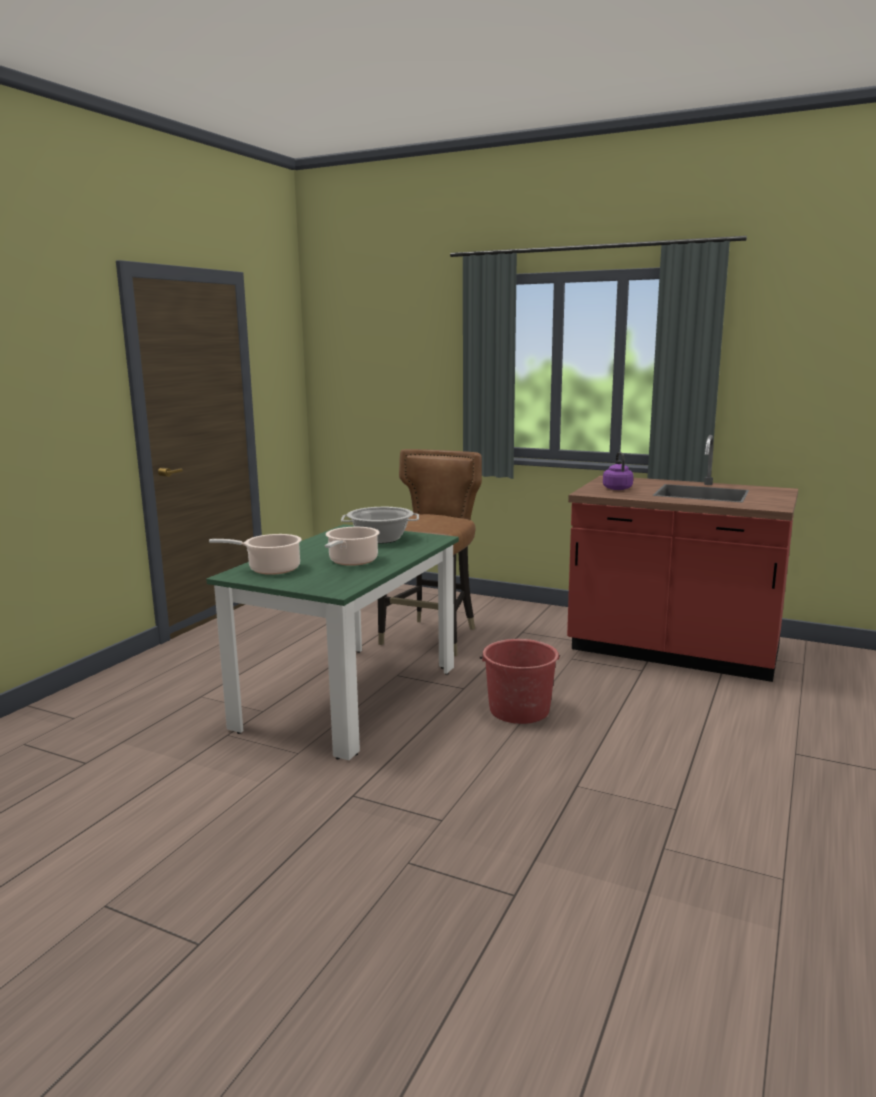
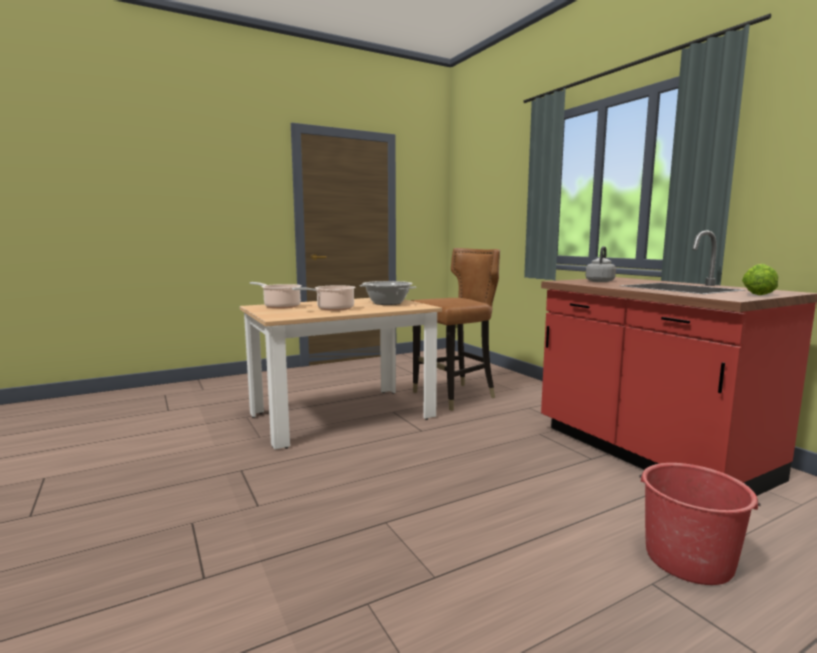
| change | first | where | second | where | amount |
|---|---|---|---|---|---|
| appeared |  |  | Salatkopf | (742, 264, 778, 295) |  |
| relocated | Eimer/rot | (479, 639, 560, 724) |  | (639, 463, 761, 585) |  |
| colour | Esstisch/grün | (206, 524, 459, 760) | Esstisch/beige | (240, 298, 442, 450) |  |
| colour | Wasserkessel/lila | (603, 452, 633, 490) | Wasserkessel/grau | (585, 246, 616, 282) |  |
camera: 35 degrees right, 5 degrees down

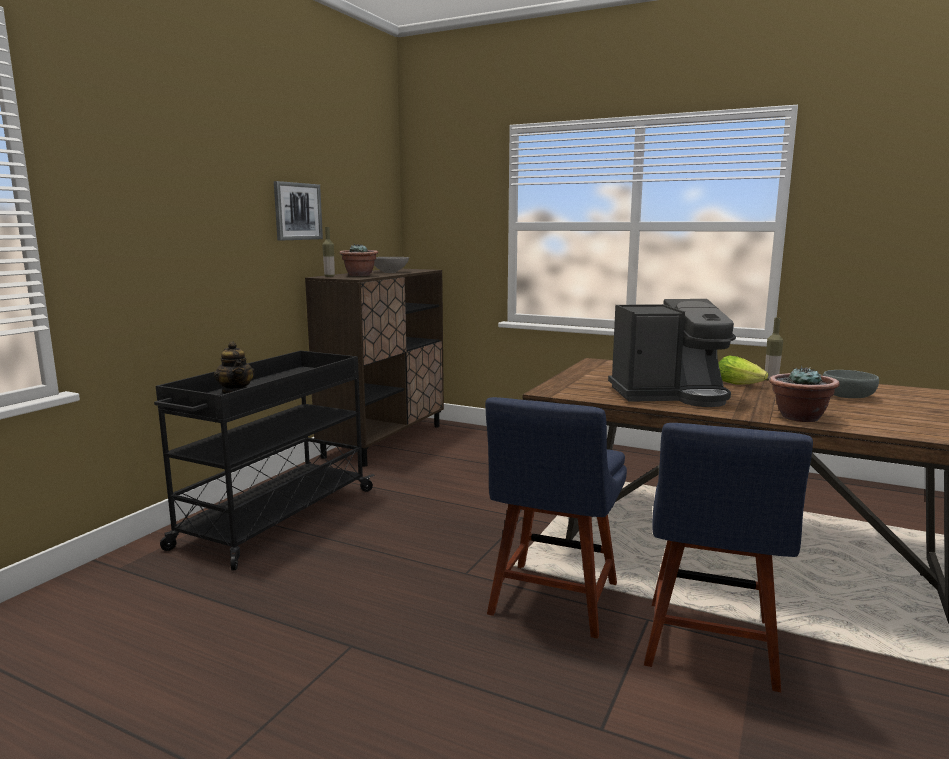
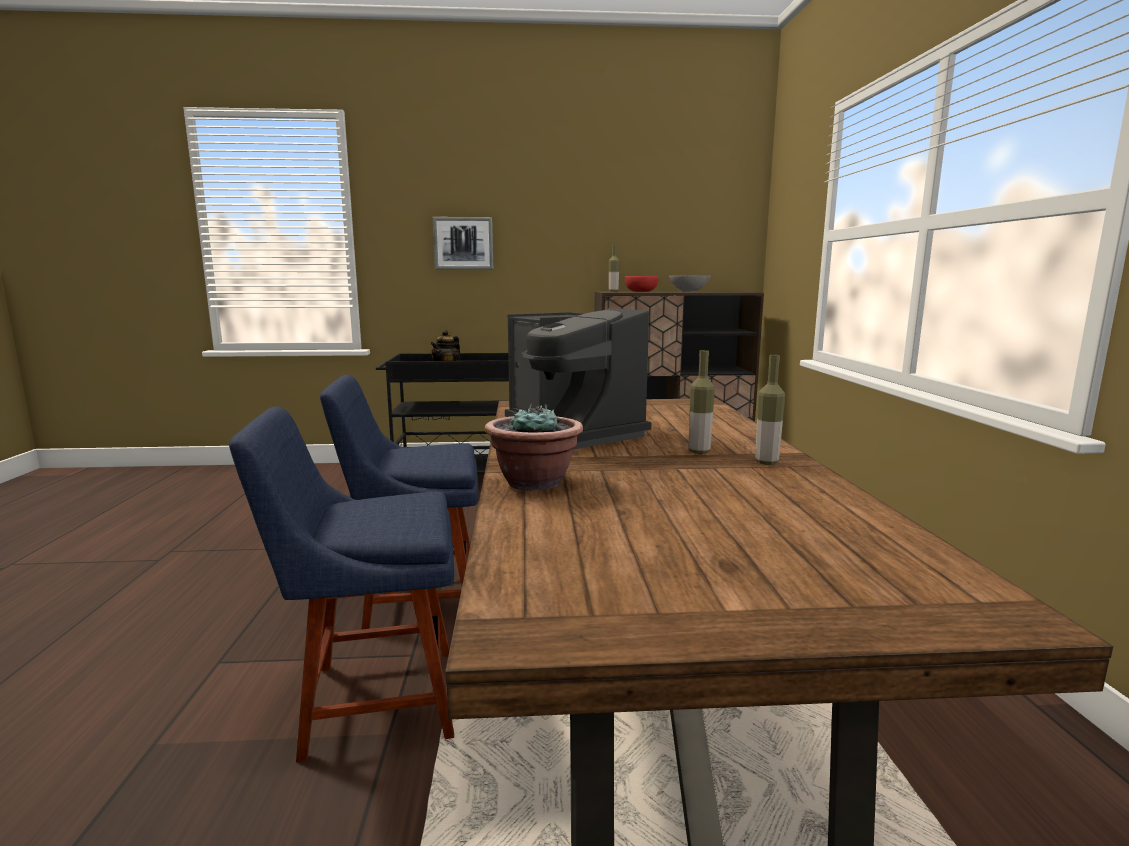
| change | first | where | second | where | amount |
|---|---|---|---|---|---|
| missing | Schüssel/grau | (823, 370, 879, 398) |  |  |  |
| relocated | Bild | (274, 181, 323, 240) |  | (433, 217, 493, 270) |  |
| exchanged | Topfpflanze | (339, 244, 378, 276) | Schüssel/rot | (625, 276, 658, 292) |  |
| exchanged | Salatkopf | (718, 356, 768, 385) | Flasche | (689, 350, 715, 454) |  |
camera: 60 degrees right, 0 degrees up

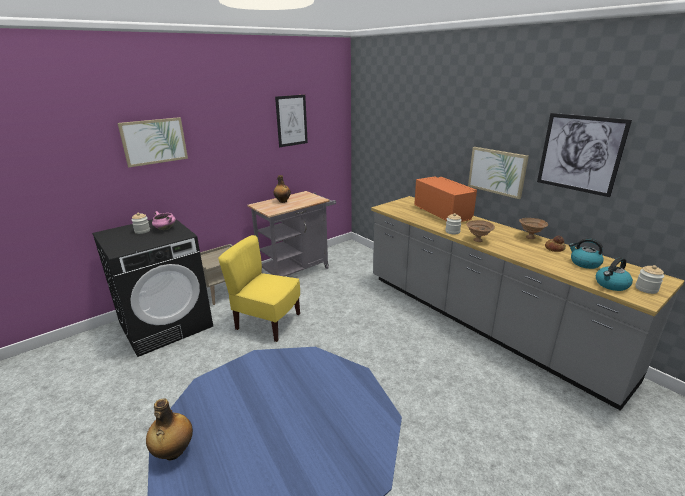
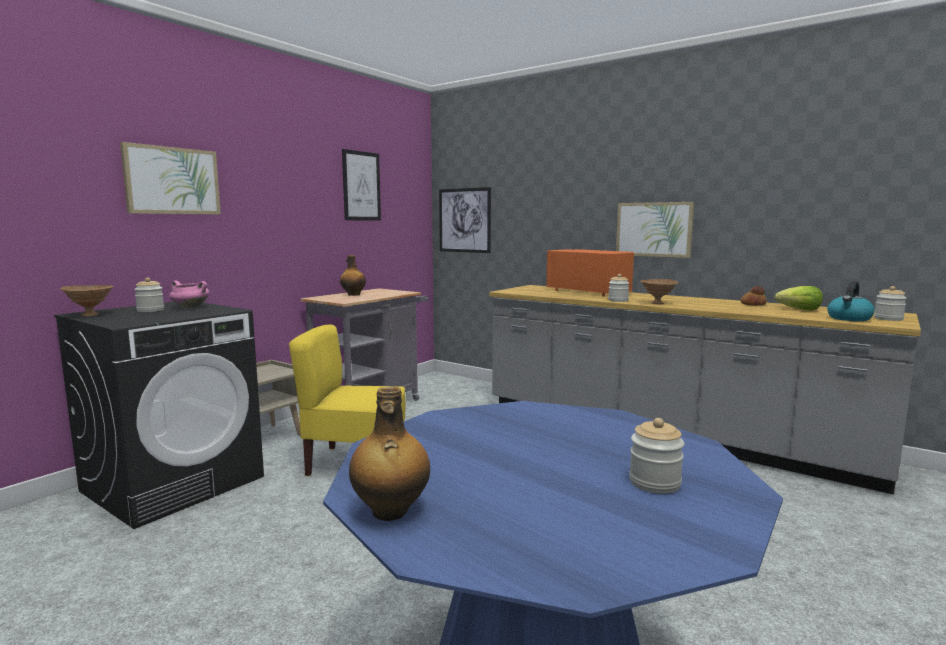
| change | first | where | second | where | amount |
|---|---|---|---|---|---|
| appeared |  |  | Vorratsglas | (629, 418, 684, 494) |  |
| relocated | Schüssel/braun | (519, 218, 548, 239) |  | (60, 285, 114, 317) |  |
| relocated | Bild | (537, 113, 632, 197) |  | (439, 187, 491, 253) |  |
| exchanged | Wasserkessel | (569, 238, 604, 269) | Salatkopf | (775, 286, 823, 311) |  |
camera: 15 degrees left, 15 degrees down

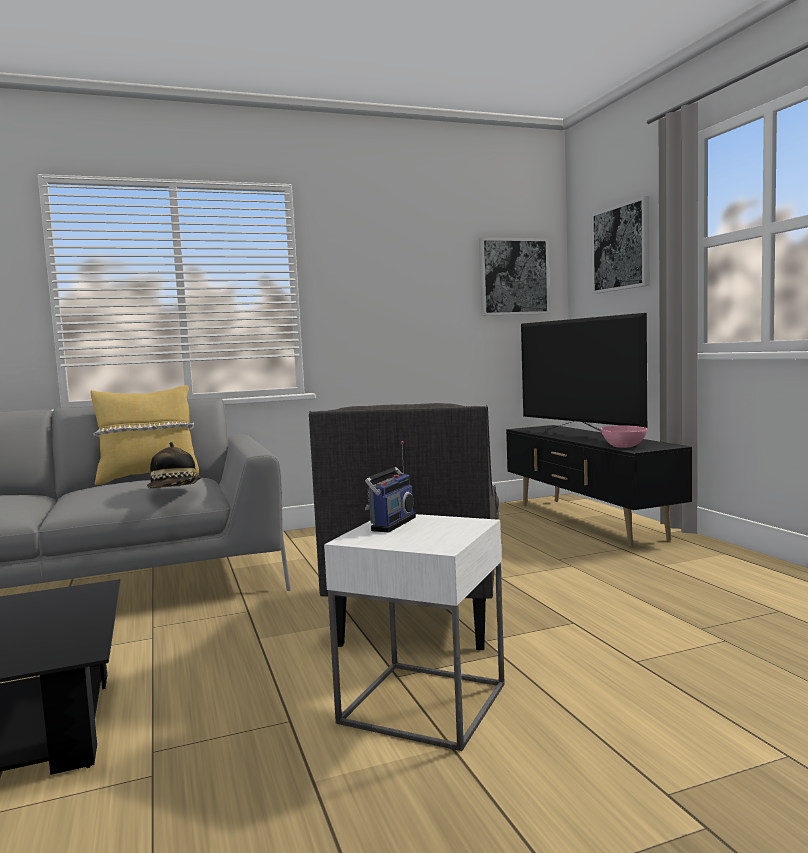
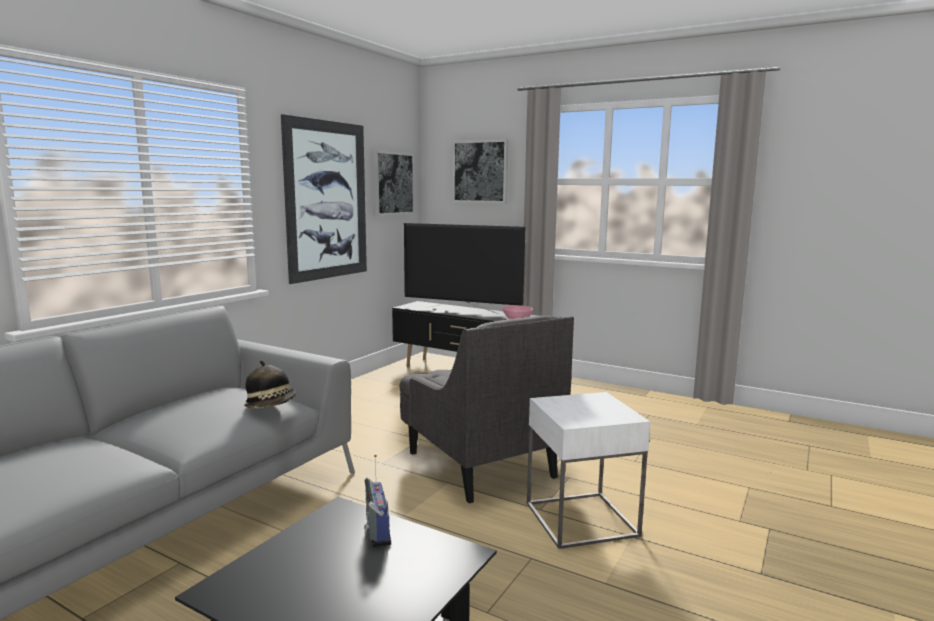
| change | first | where | second | where | amount |
|---|---|---|---|---|---|
| missing | Kissen/gelb | (90, 385, 199, 485) |  |  |  |
| appeared |  |  | Bild | (281, 114, 367, 284) |  |
| relocated | Radio | (365, 441, 416, 533) |  | (364, 455, 391, 547) |  |
camera: 40 degrees left, 5 degrees up

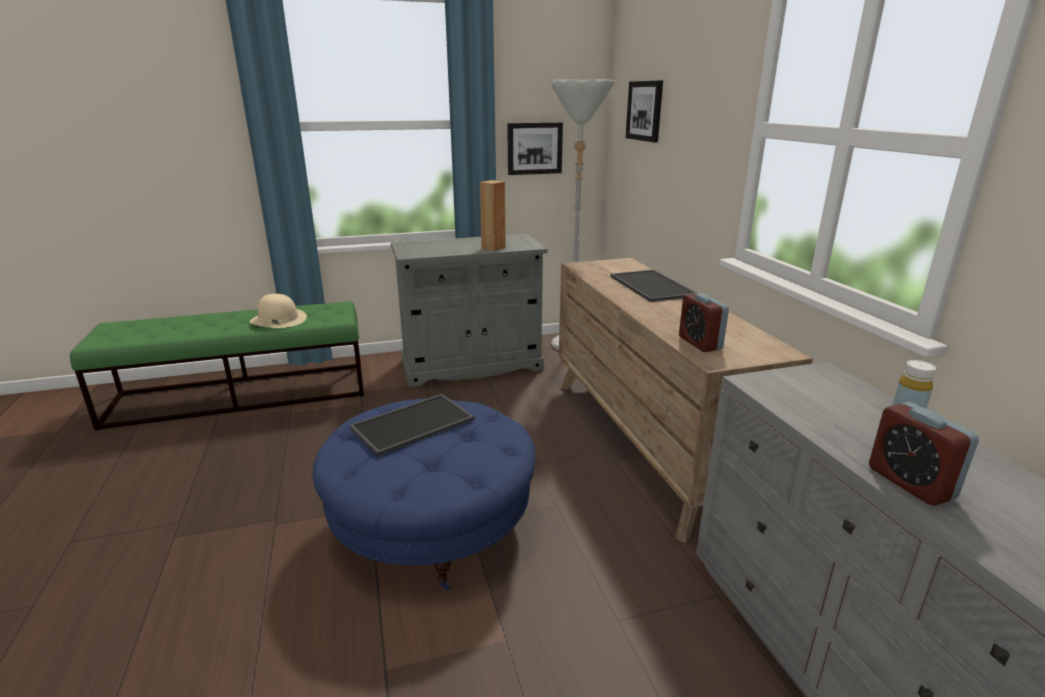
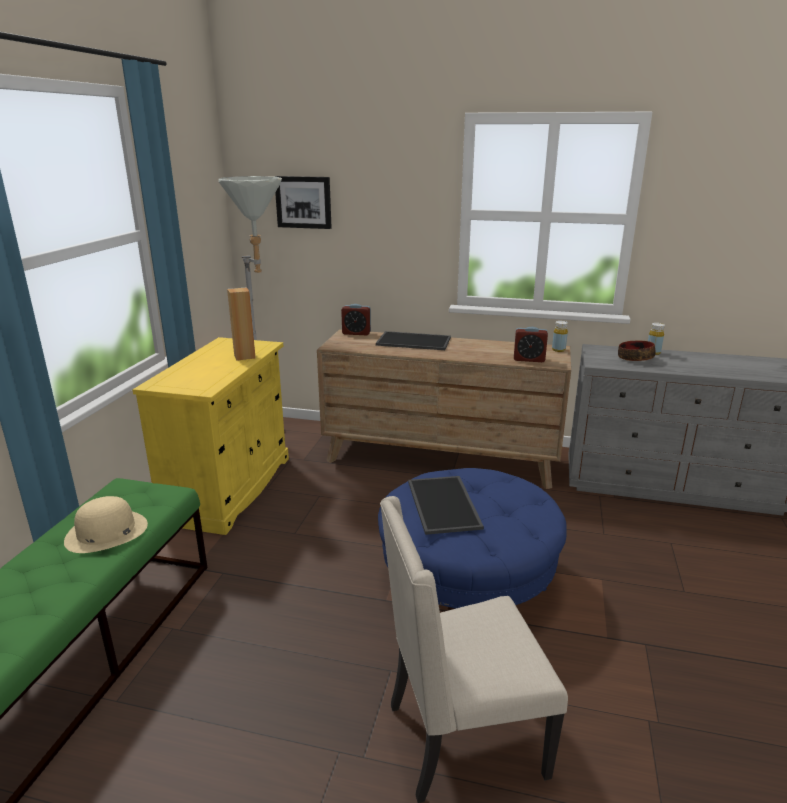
| change | first | where | second | where | amount |
|---|---|---|---|---|---|
| missing | Bild | (507, 122, 563, 175) |  |  |  |
| appeared |  |  | Stuhl/beige | (380, 496, 568, 803) |  |
| appeared |  |  | Flasche/gelb | (552, 321, 568, 352) |  |
| appeared |  |  | Schüssel | (618, 340, 656, 361) |  |
| relocated | Wecker | (869, 402, 979, 506) |  | (341, 304, 371, 335) |  |
| colour | Schrank/grau | (391, 234, 548, 387) | Schrank/gelb | (133, 337, 289, 535) |  |
camera: 60 degrees left, 0 degrees up

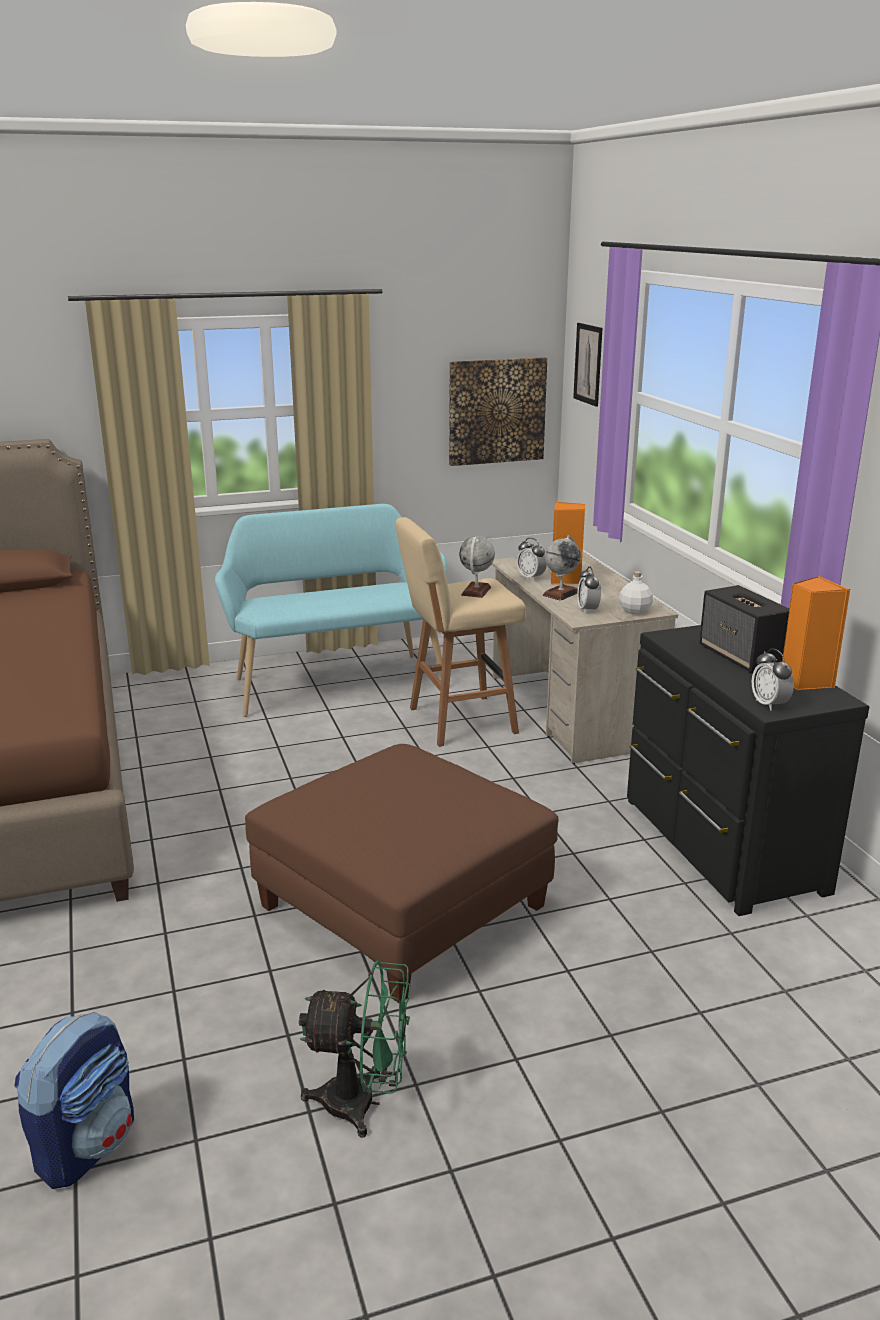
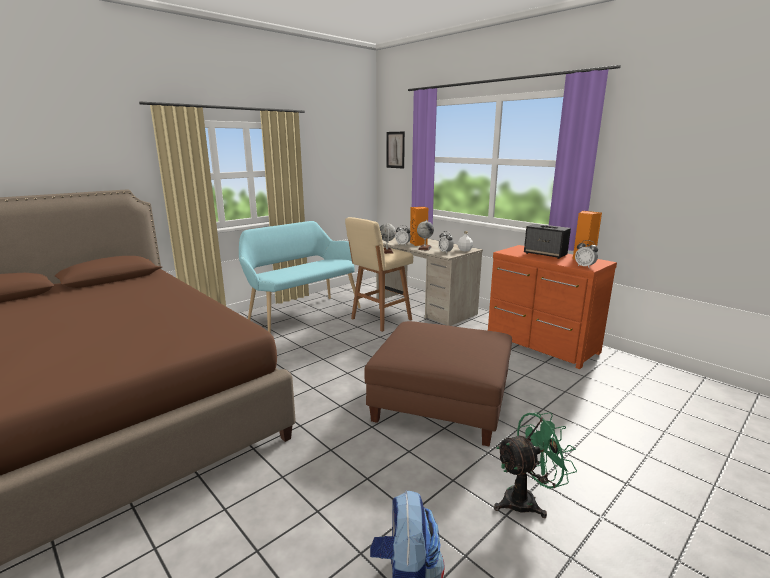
| change | first | where | second | where | amount |
|---|---|---|---|---|---|
| missing | Bild | (449, 357, 547, 466) |  |  |  |
| colour | Kommode/schwarz | (627, 625, 869, 916) | Kommode/orange | (488, 245, 617, 369) |  |
camera: 25 degrees left, 5 degrees down

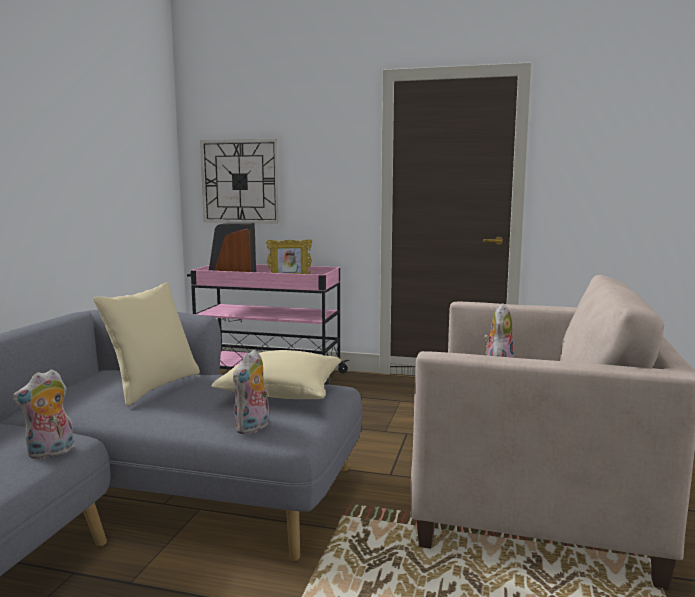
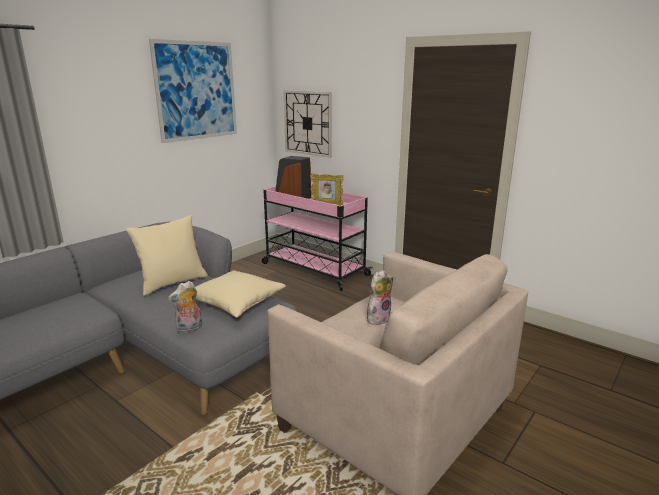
| change | first | where | second | where | amount |
|---|---|---|---|---|---|
| missing | Plüschtier | (12, 369, 75, 459) |  |  |  |
| appeared |  |  | Bild | (149, 39, 237, 143) |  |
camera: 25 degrees right, 10 degrees up

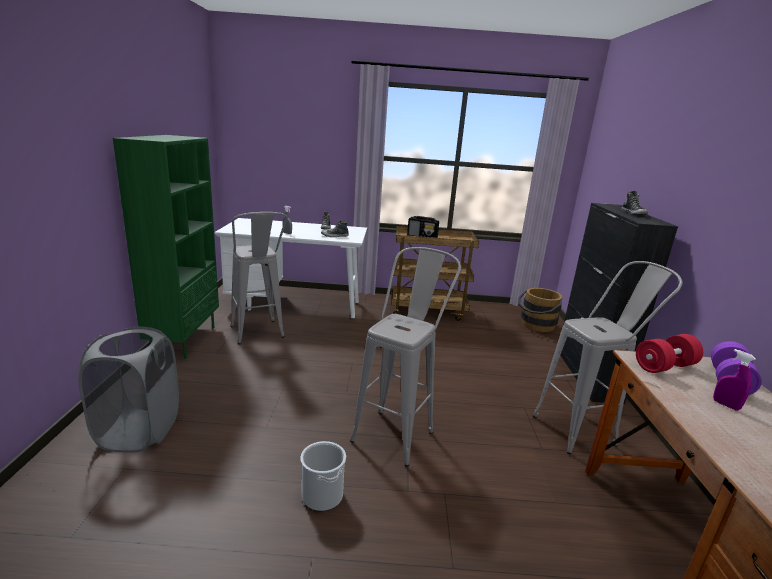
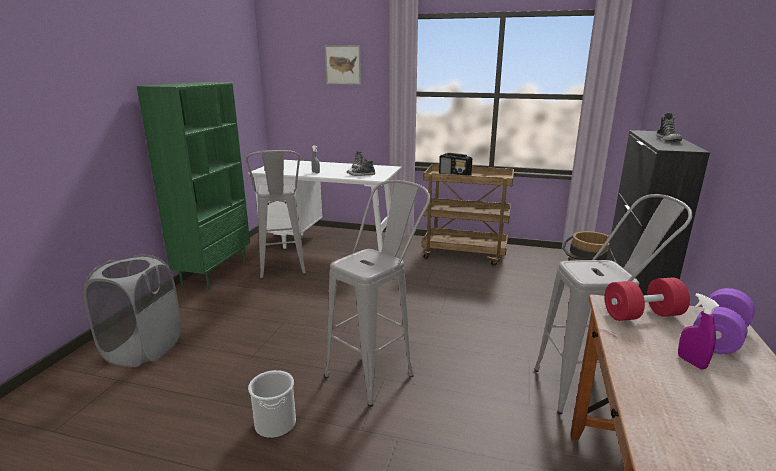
| change | first | where | second | where | amount |
|---|---|---|---|---|---|
| appeared |  |  | Bild | (325, 45, 361, 85) |  |
camera: 15 degrees right, 0 degrees up

